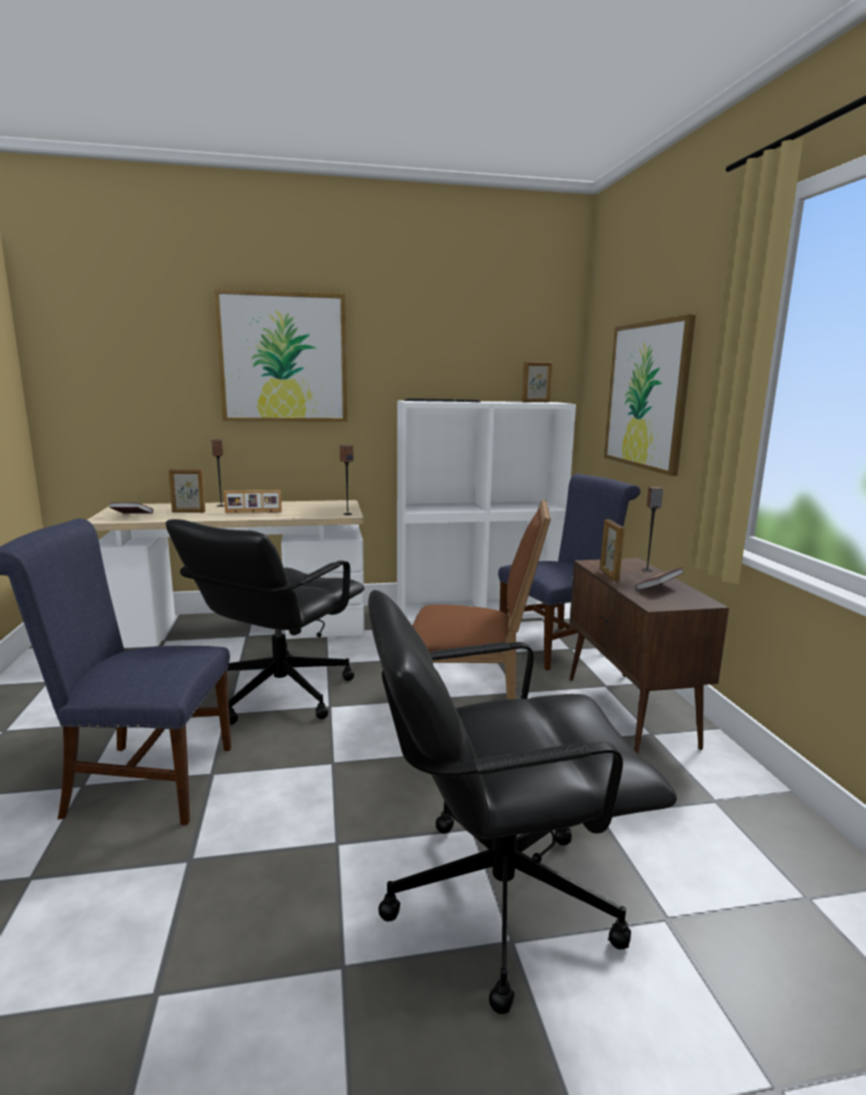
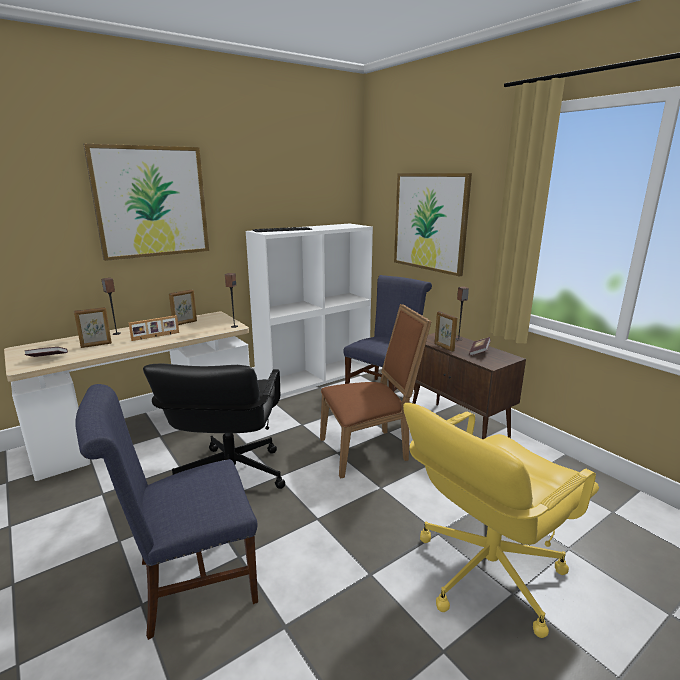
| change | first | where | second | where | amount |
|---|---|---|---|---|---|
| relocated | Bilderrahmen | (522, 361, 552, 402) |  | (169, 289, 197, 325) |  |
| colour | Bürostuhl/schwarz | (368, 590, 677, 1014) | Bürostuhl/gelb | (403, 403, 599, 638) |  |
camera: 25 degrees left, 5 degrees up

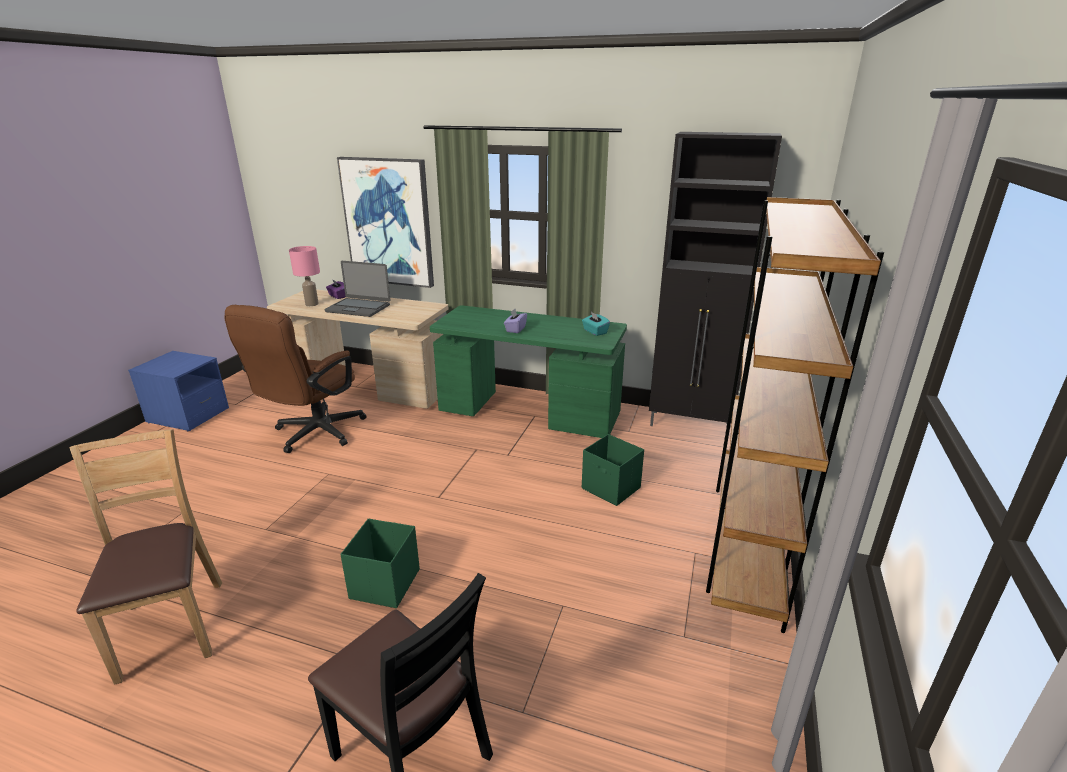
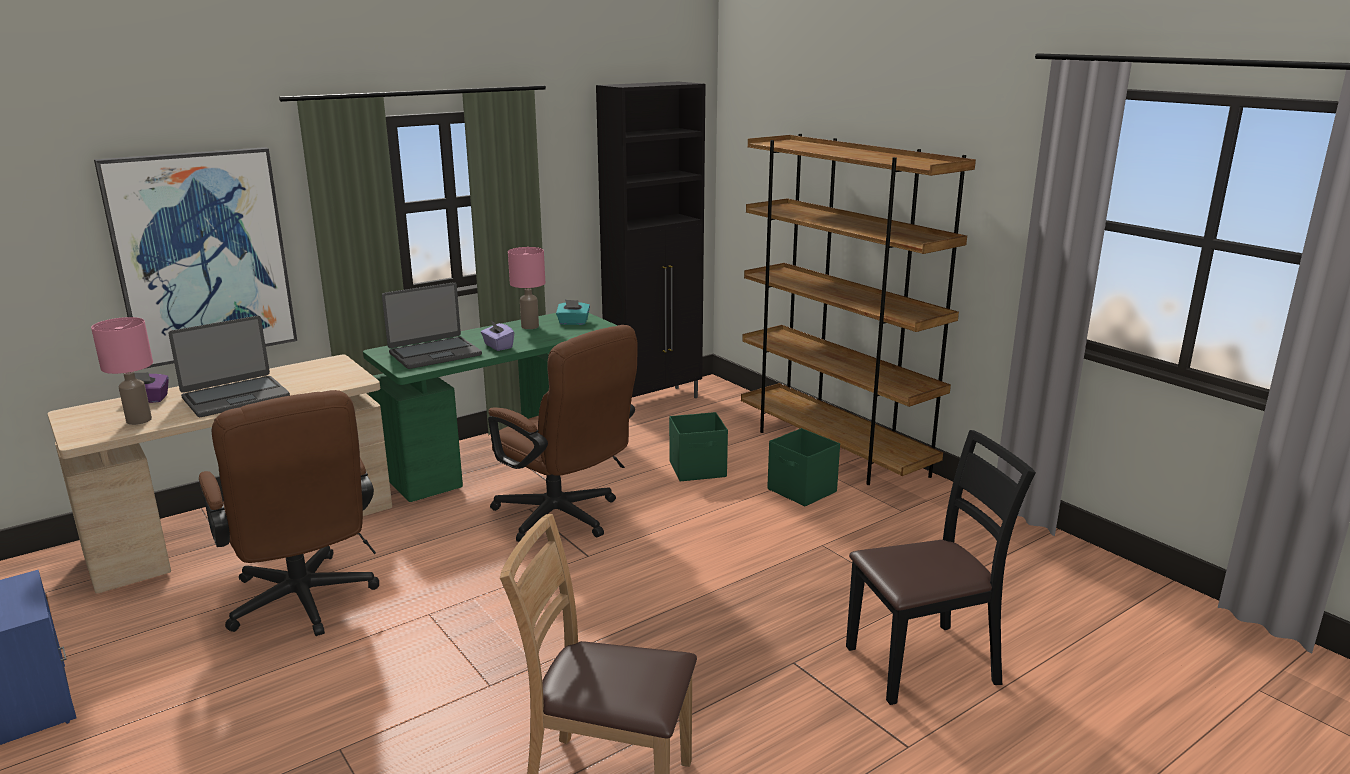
| change | first | where | second | where | amount |
|---|---|---|---|---|---|
| appeared |  |  | Laptop | (382, 282, 482, 369) |  |
| appeared |  |  | Bürostuhl/braun | (488, 325, 637, 542) |  |
| appeared |  |  | Tischlampe/rosa | (508, 247, 545, 329) |  |
| relocated | Aufbewahrungsbox/grün | (340, 518, 420, 608) |  | (767, 428, 840, 506) |  |
camera: 55 degrees left, 5 degrees down

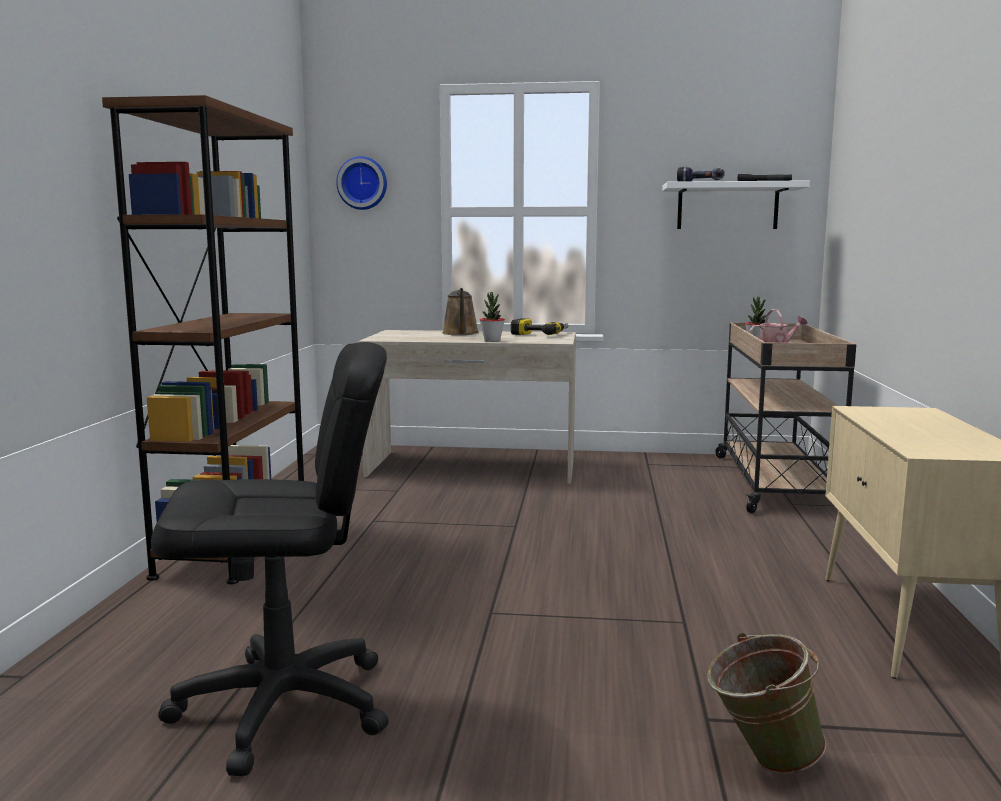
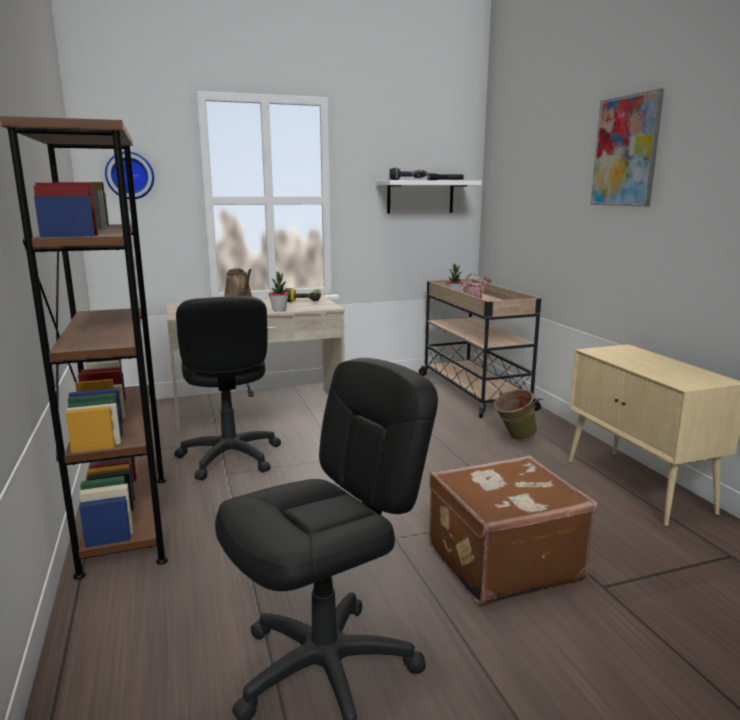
| change | first | where | second | where | amount |
|---|---|---|---|---|---|
| appeared |  |  | Bürostuhl/schwarz | (174, 296, 281, 480) |  |
| appeared |  |  | Koffer/braun | (429, 456, 597, 606) |  |
| appeared |  |  | Bild | (591, 88, 664, 207) |  |
| relocated | Eimer/grün | (707, 633, 826, 774) |  | (494, 389, 537, 441) |  |
camera: 25 degrees left, 5 degrees up

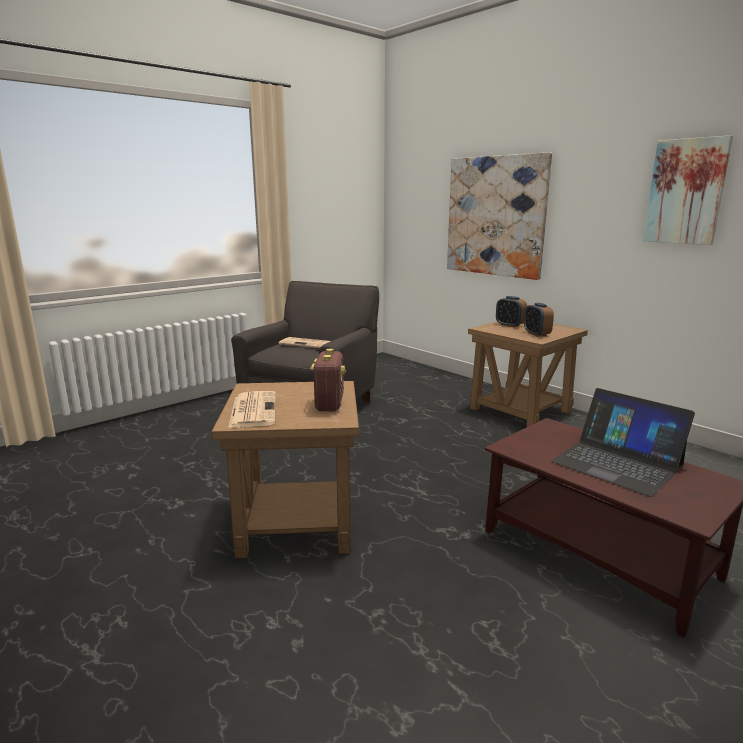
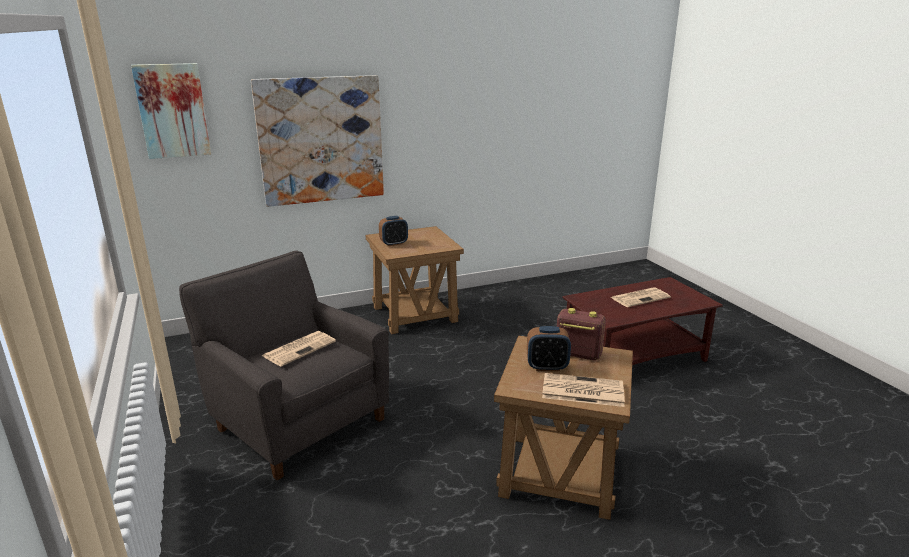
| change | first | where | second | where | amount |
|---|---|---|---|---|---|
| relocated | Wecker | (524, 303, 554, 337) |  | (527, 326, 571, 371) |  |
| relocated | Bild | (643, 135, 733, 245) |  | (131, 63, 211, 159) |  |
| exchanged | Laptop | (551, 388, 695, 497) | Zeitung | (610, 287, 671, 307) |  |
camera: 70 degrees left, 5 degrees up

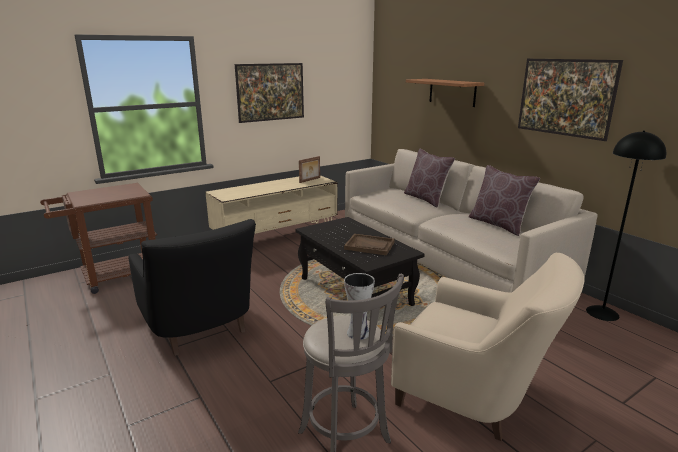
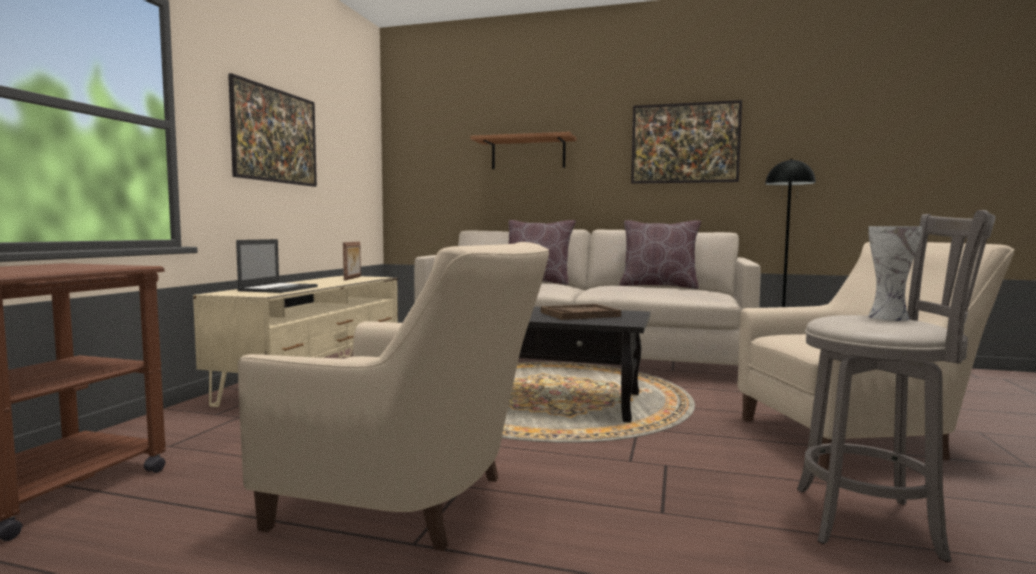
| change | first | where | second | where | amount |
|---|---|---|---|---|---|
| appeared |  |  | Laptop | (236, 239, 318, 293) |  |
| colour | Sessel/schwarz | (128, 219, 256, 356) | Sessel/beige | (238, 242, 549, 551) |  |
camera: 40 degrees left, 15 degrees down

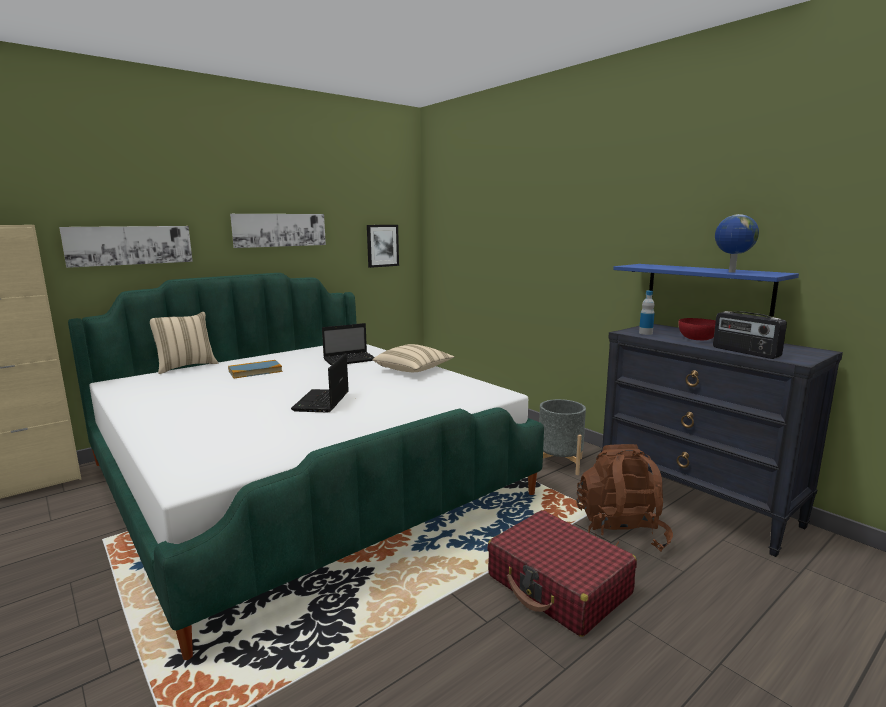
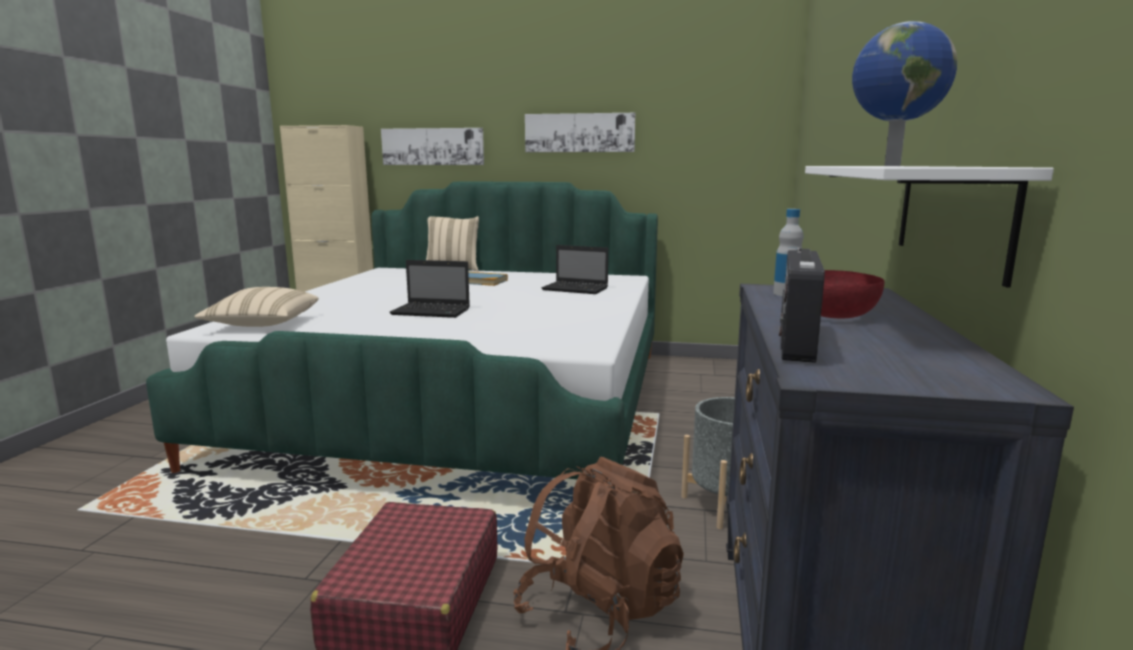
| change | first | where | second | where | amount |
|---|---|---|---|---|---|
| missing | Bild | (367, 225, 399, 268) |  |  |  |
| relocated | Kissen/beige | (373, 344, 454, 372) |  | (194, 287, 318, 327) |  |
| colour | Wandregal/blau | (613, 264, 799, 316) | Wandregal/weiß | (805, 166, 1054, 288) |  |
| spun | Laptop | (291, 353, 349, 412) |  | (389, 260, 470, 318) | 135 degrees counterclockwise |
camera: 50 degrees right, 0 degrees up

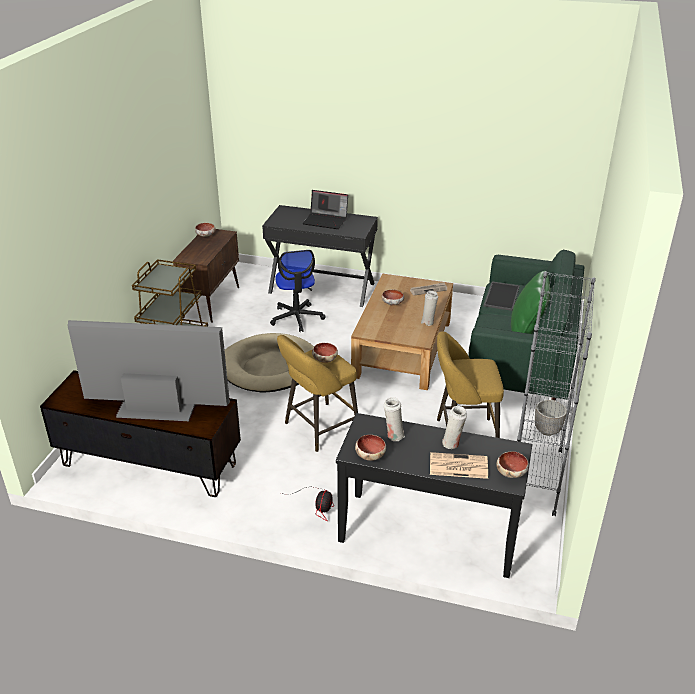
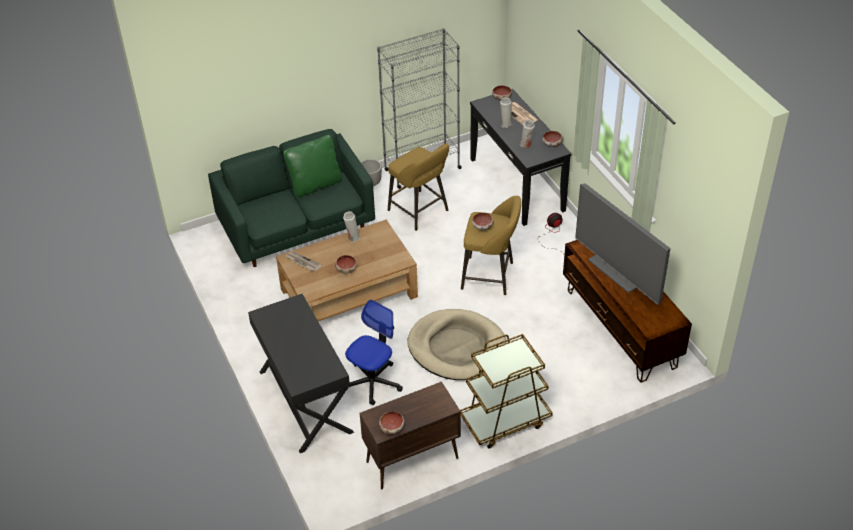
| change | first | where | second | where | amount |
|---|---|---|---|---|---|
| missing | Laptop | (303, 190, 348, 229) |  |  |  |
| missing | Tablett | (484, 281, 520, 311) |  |  |  |
camera: 130 degrees left, 10 degrees up

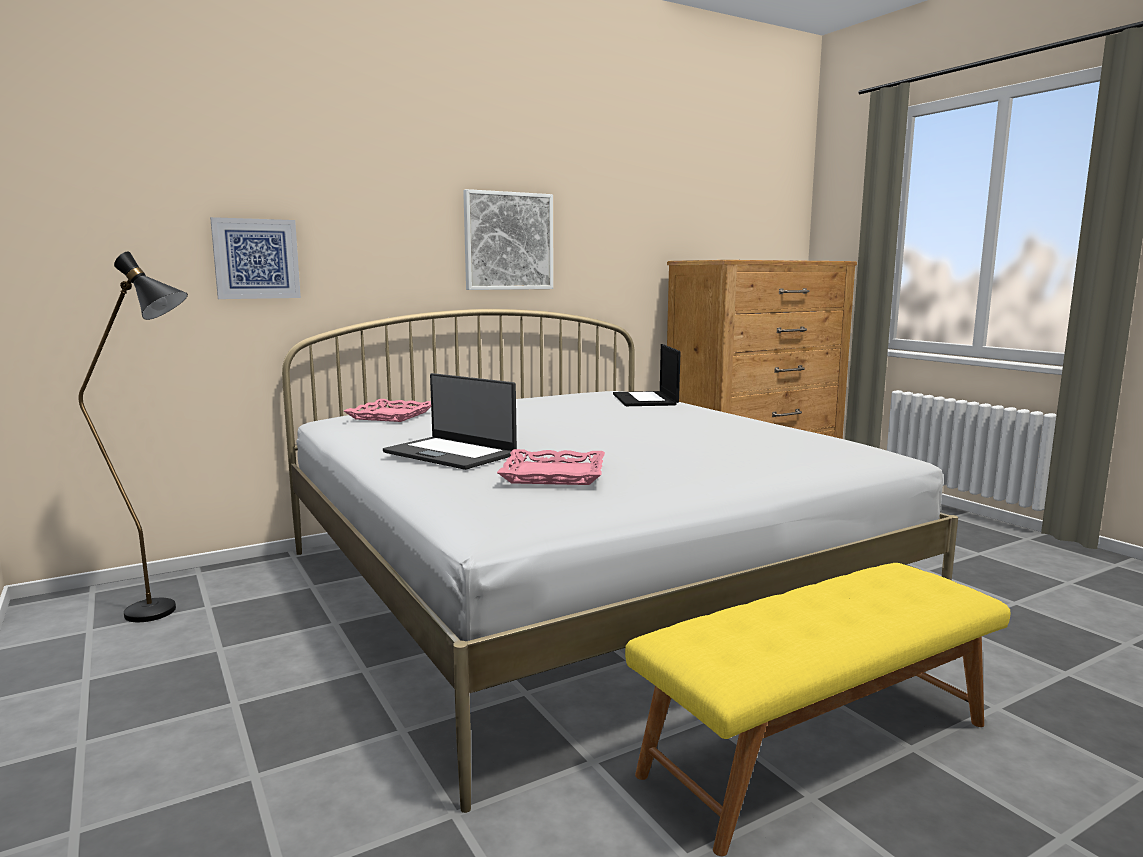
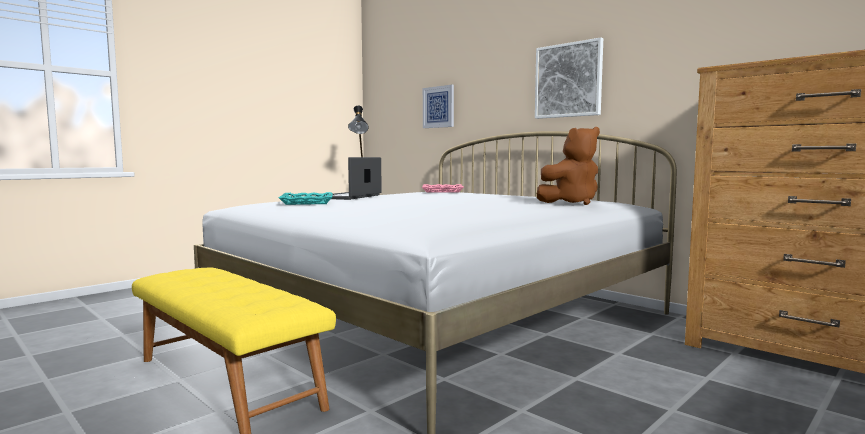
| change | first | where | second | where | amount |
|---|---|---|---|---|---|
| exchanged | Laptop | (613, 344, 680, 406) | Plüschtier/braun | (537, 127, 600, 205) |  |
| colour | Tablett/rosa | (497, 449, 605, 485) | Tablett/türkis | (279, 192, 333, 205) |  |
camera: 75 degrees right, 5 degrees down

